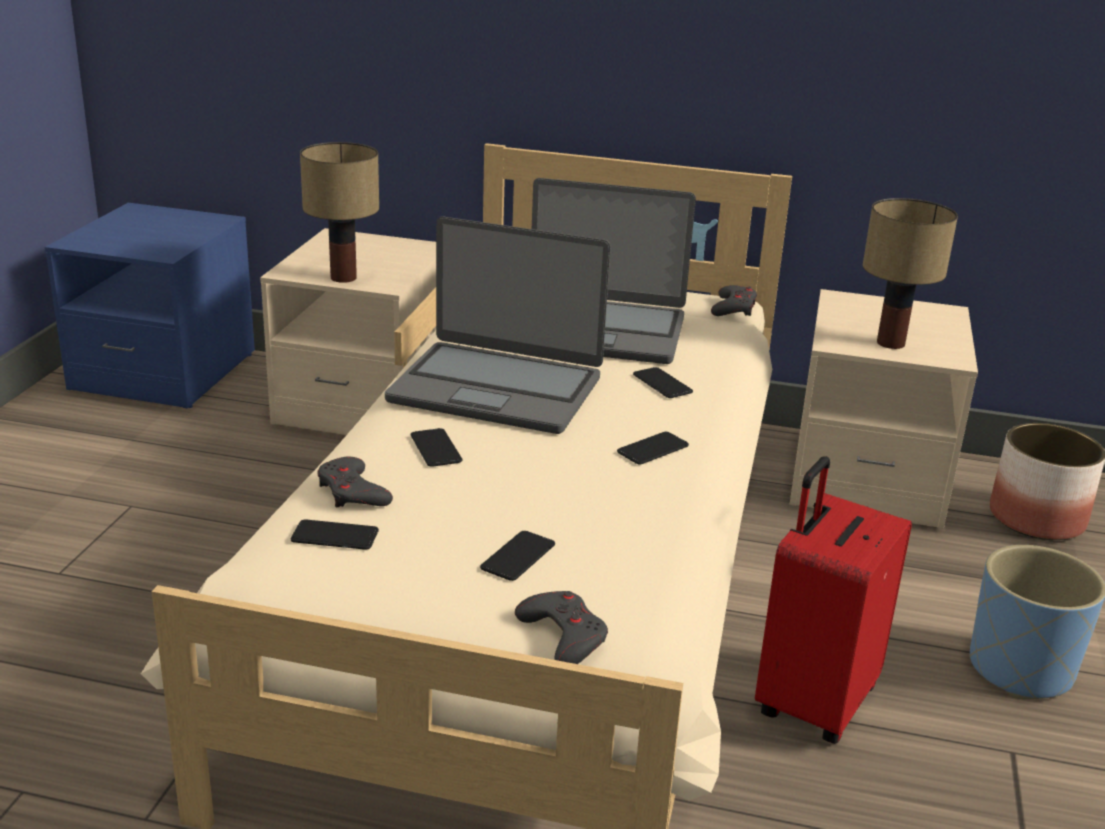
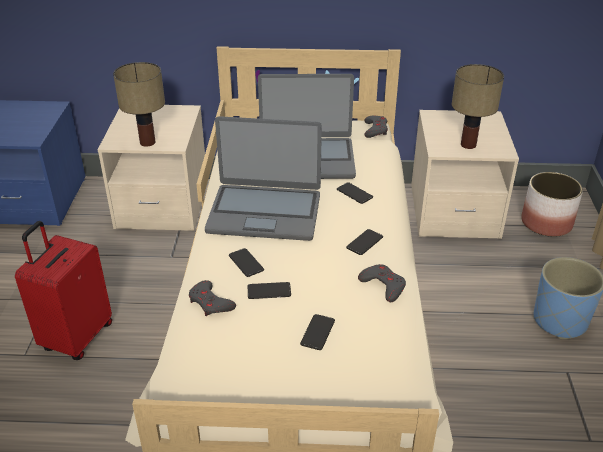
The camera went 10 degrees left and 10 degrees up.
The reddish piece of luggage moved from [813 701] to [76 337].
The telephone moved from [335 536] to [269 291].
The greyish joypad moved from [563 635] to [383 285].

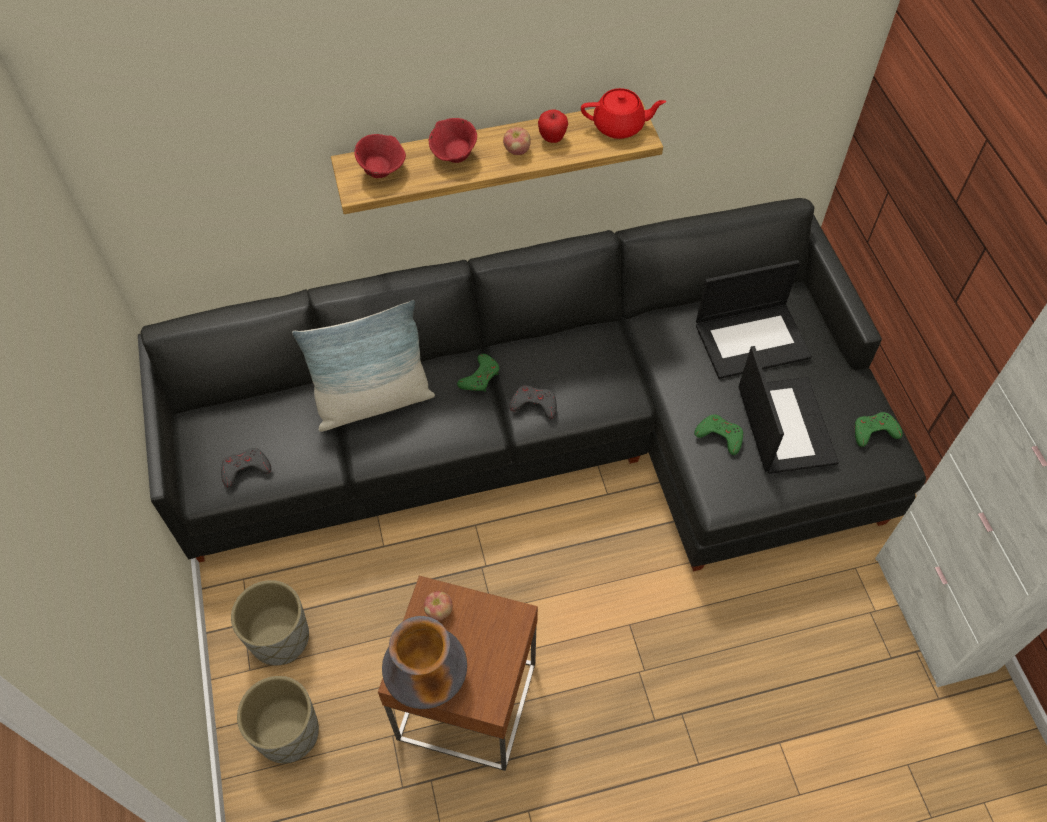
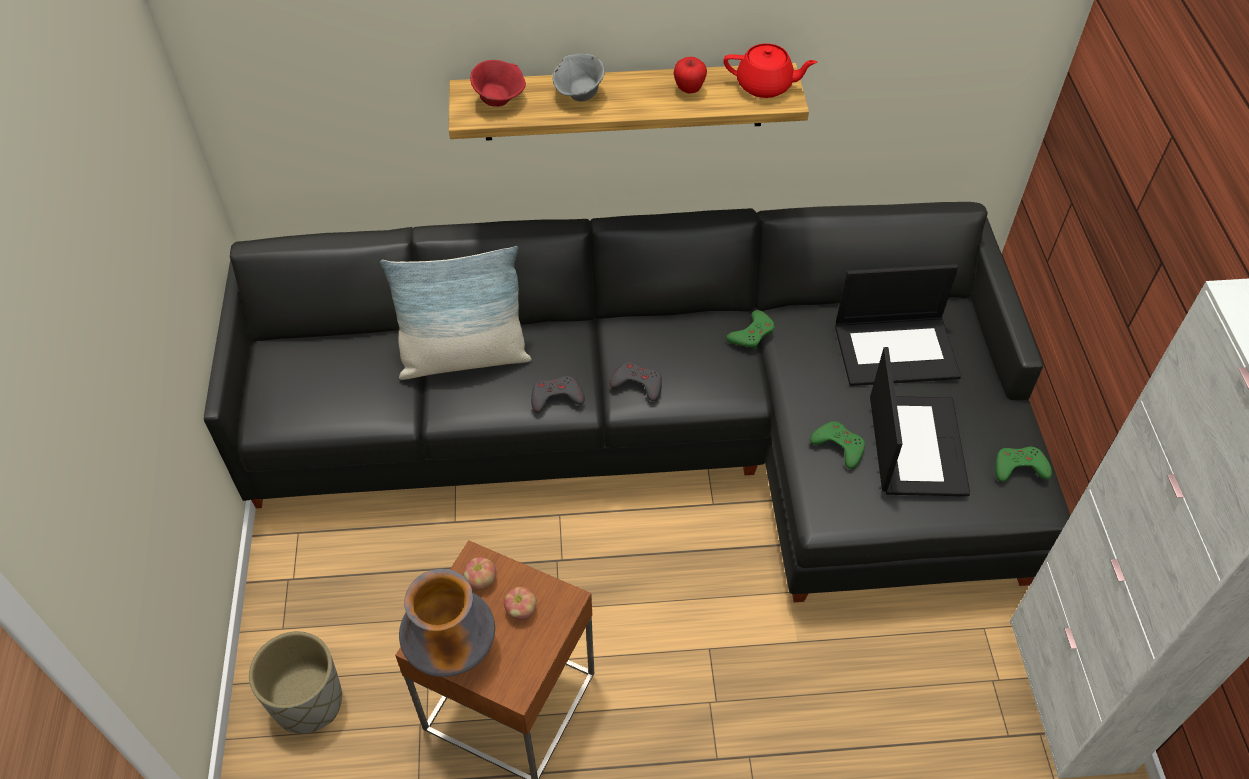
The camera went 10 degrees right and 5 degrees down.
The reddish deep dish at [454 156] became the greyish deep dish at [580 95].
The apple moved from [517 151] to [521 610].
The greenish joypad moved from [480 377] to [752 334].
The greyish joypad moved from [245 469] to [556 397].
The greyish flower pot at [279 637] disappeared.

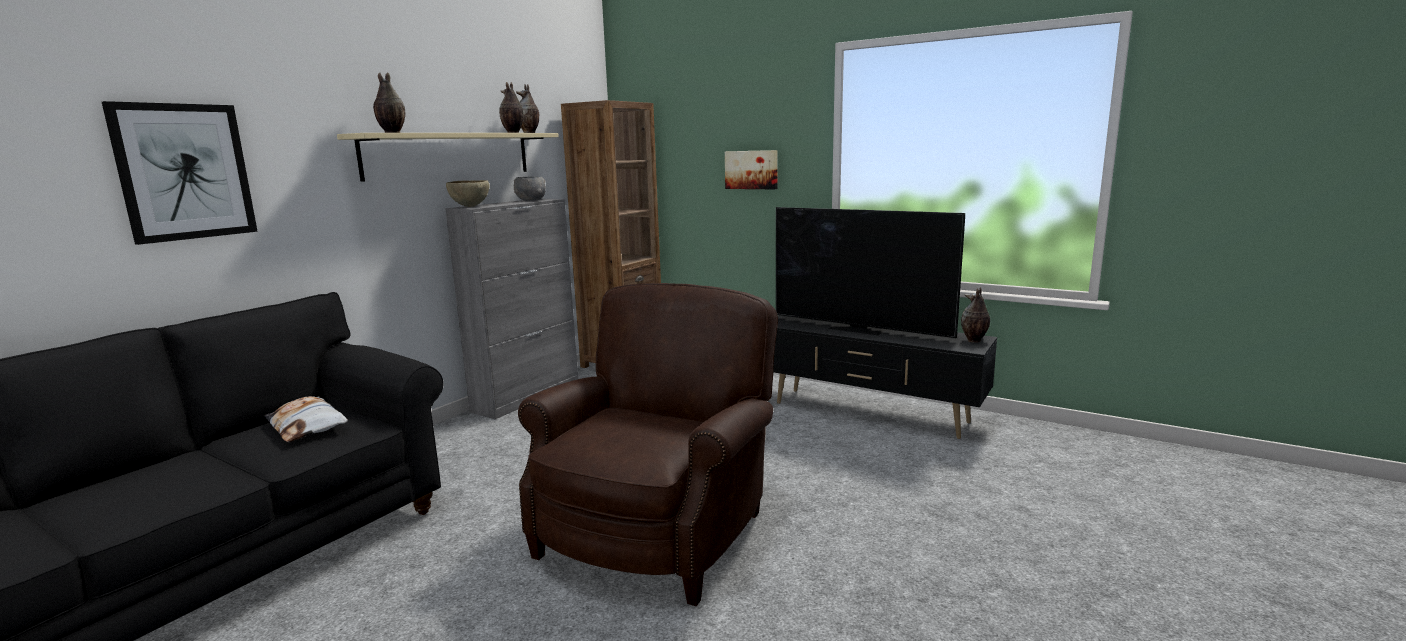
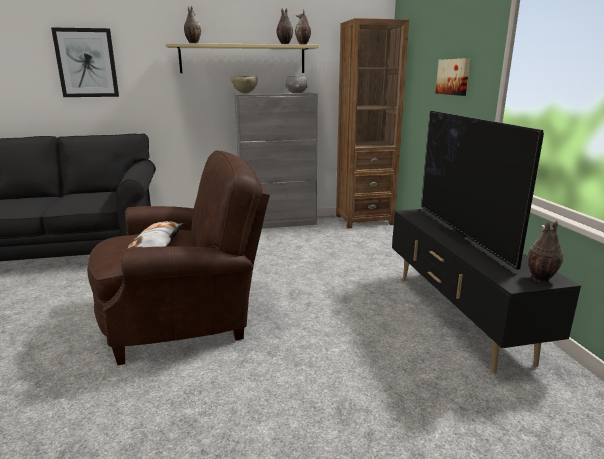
The camera went 45 degrees right and 5 degrees up.
The pillow moved from [307 426] to [158 242].

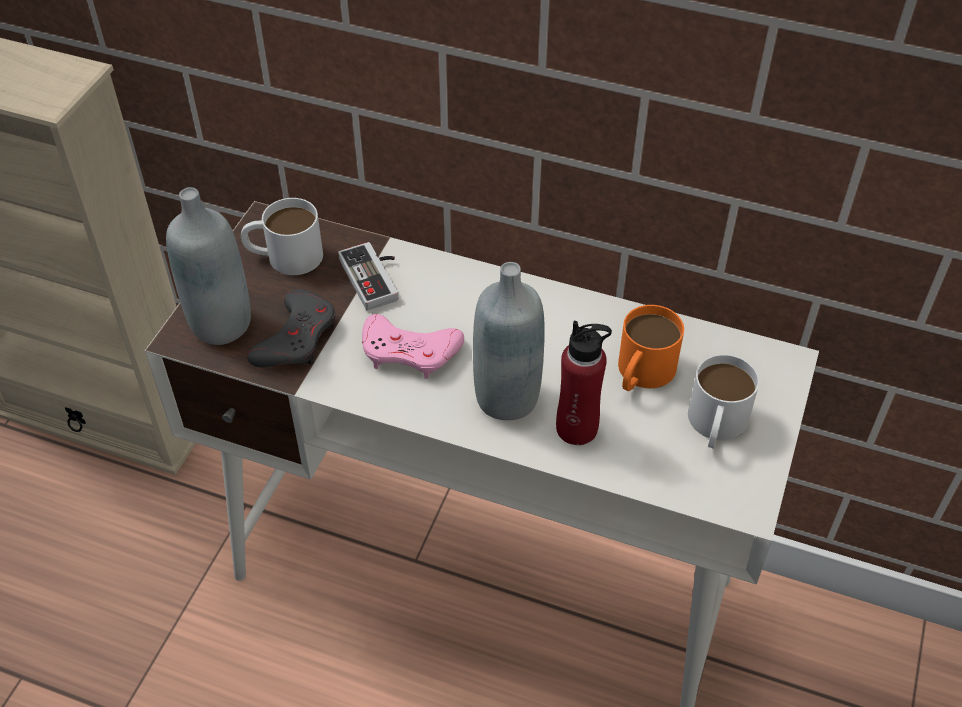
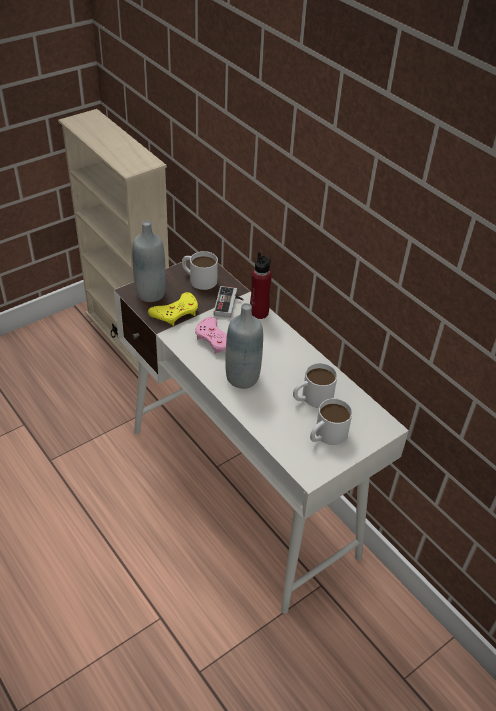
The camera went 30 degrees right and 5 degrees down.
The greyish joypad at [296 338] became the yellow-coloured joypad at [176 312].
The orange mug at [641 374] became the whitish mug at [312 397].
The reddish drink bottle moved from [577 428] to [259 312].

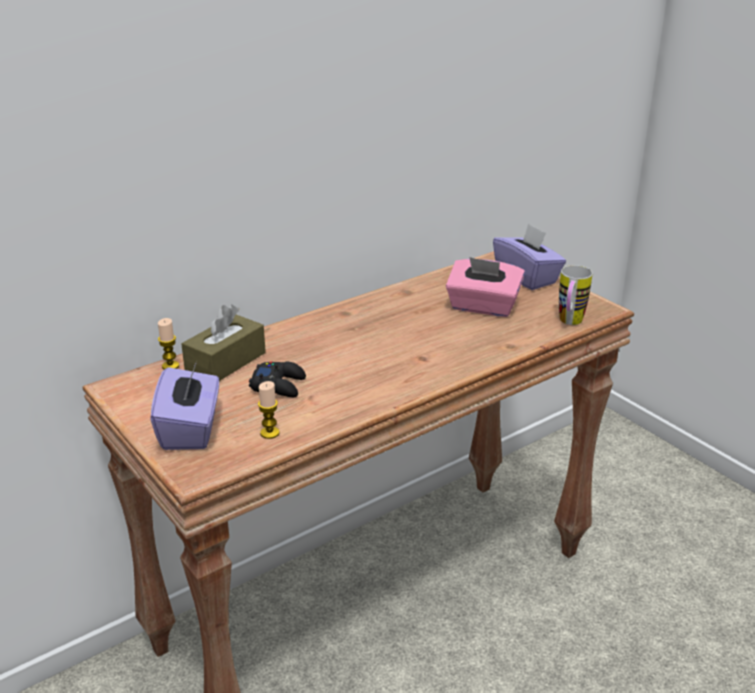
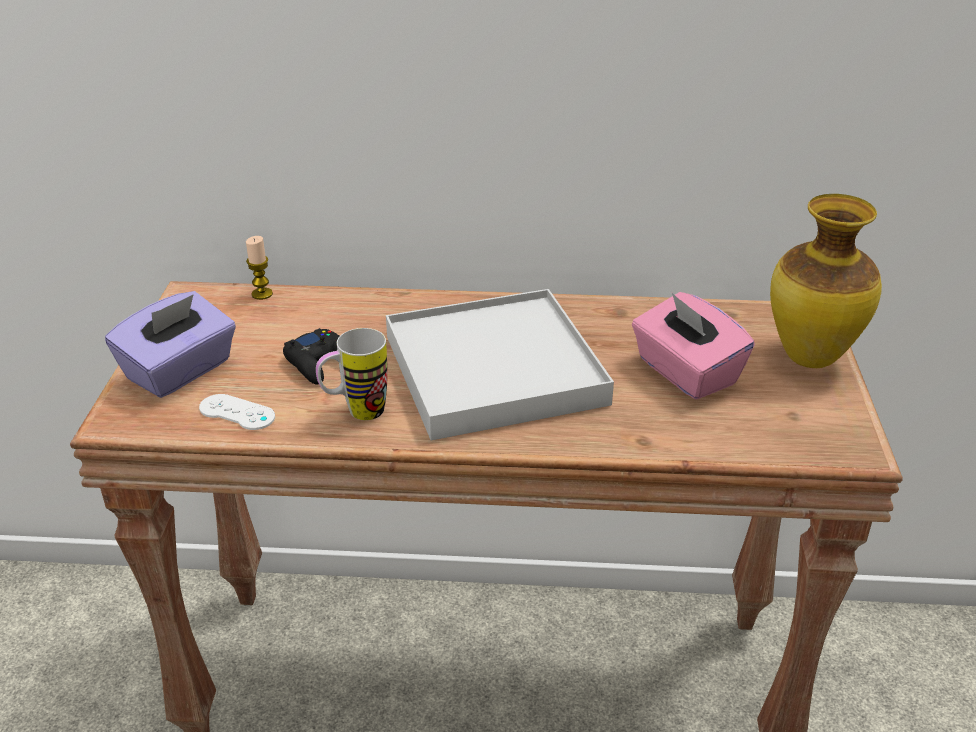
The camera went 40 degrees right and 5 degrees up.
The purple-coloured tissue box at [527 277] was replaced by the decorative vase at [808 357].
The mug moved from [569 323] to [355 413].
The brown tissue box at [226 362] disappeared.
The candle at [270 433] was replaced by the whitish joypad at [237 412].
The whitish carrying tray at [494 370] appeared.

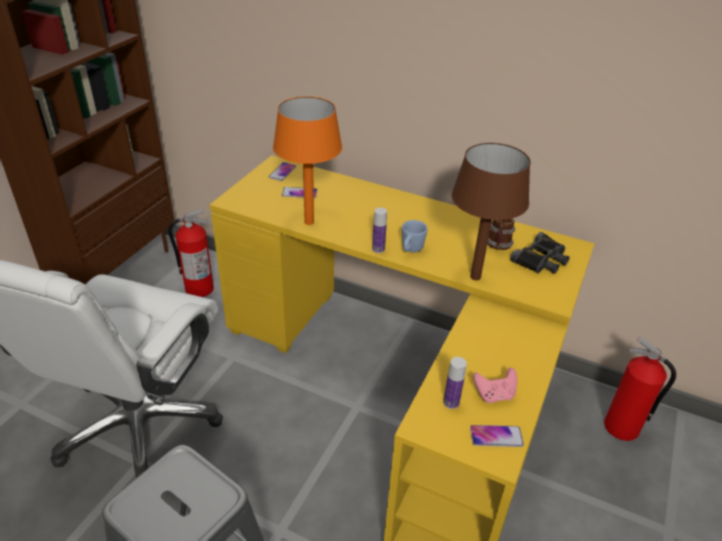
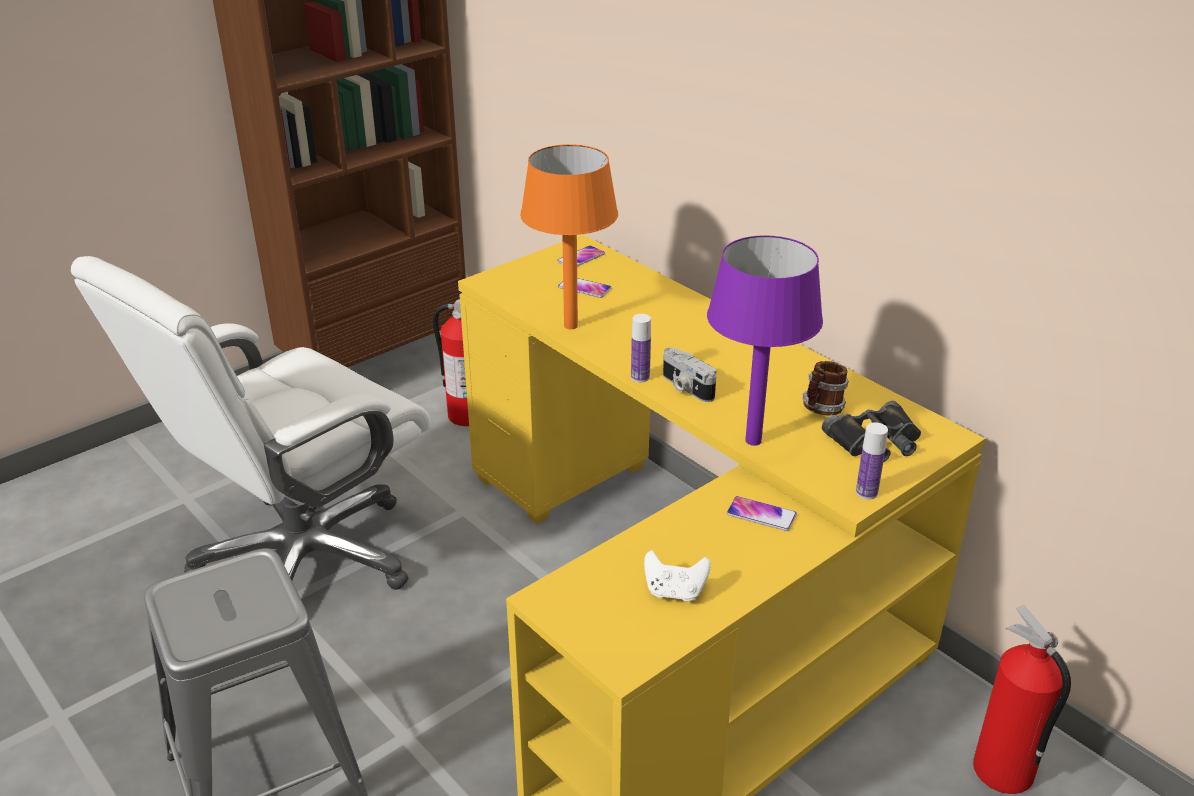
The camera went 25 degrees right and 5 degrees down.
The brown tabletop lamp at [475 276] became the purple-coloured tabletop lamp at [753 440].
The blue-coloured mug at [410 250] was replaced by the photo camera at [685 387].
The drink bottle moved from [451 402] to [866 492].
The pink-coloured joypad at [494 395] became the whitish joypad at [674 592].
The telephone moved from [496 436] to [761 514].

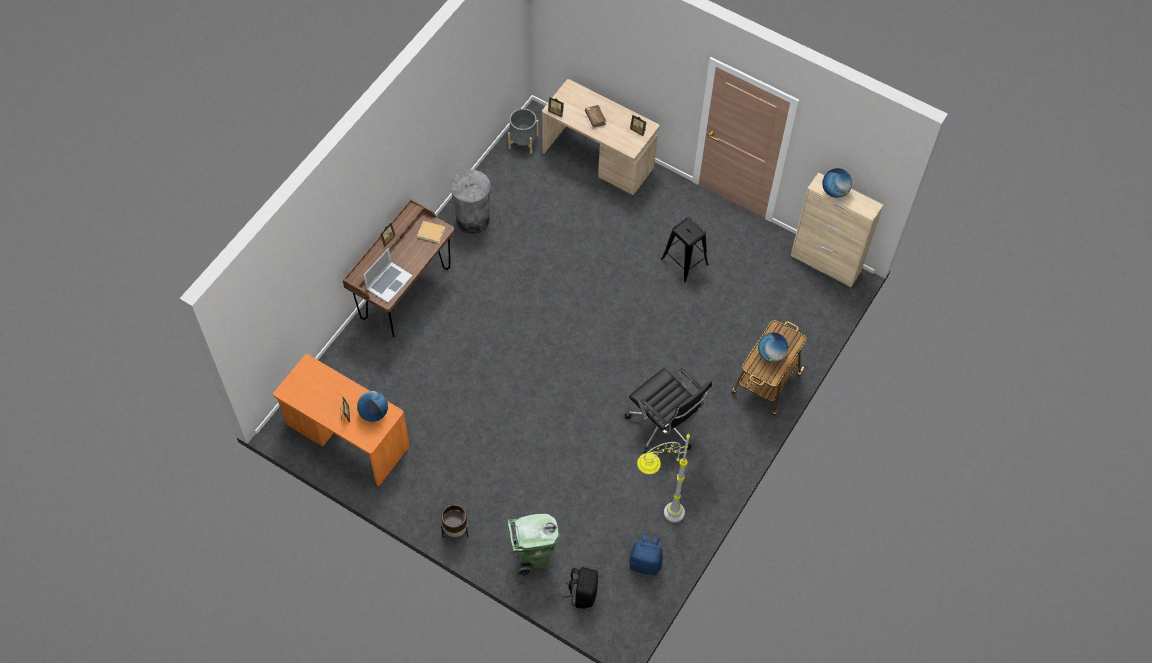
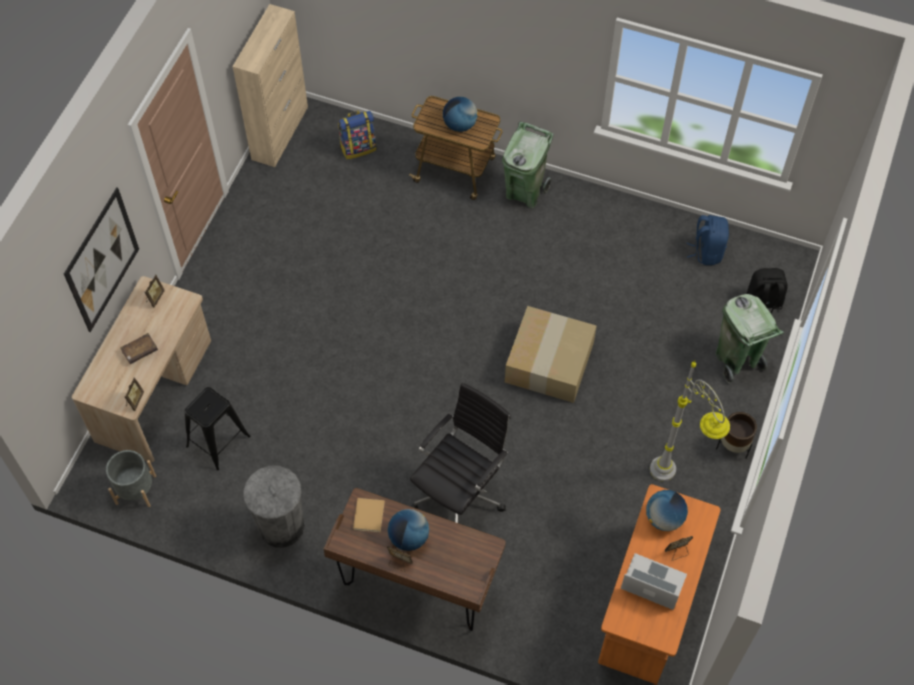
The camera went 100 degrees left and 0 degrees up.
The globe moved from [834 191] to [409 537].
The black-coloured sitting stool moved from [684 262] to [218 441].
The portable computer moved from [389 282] to [653 582].
The black-coloured desk chair moved from [664 426] to [460 493].
The greyish standard lamp moved from [657 518] to [675 487].
The knapsack at [358 147] appeared.
The greenish trash can at [524 192] appeared.
The picture at [102 260] appeared.
The carton at [548 361] appeared.

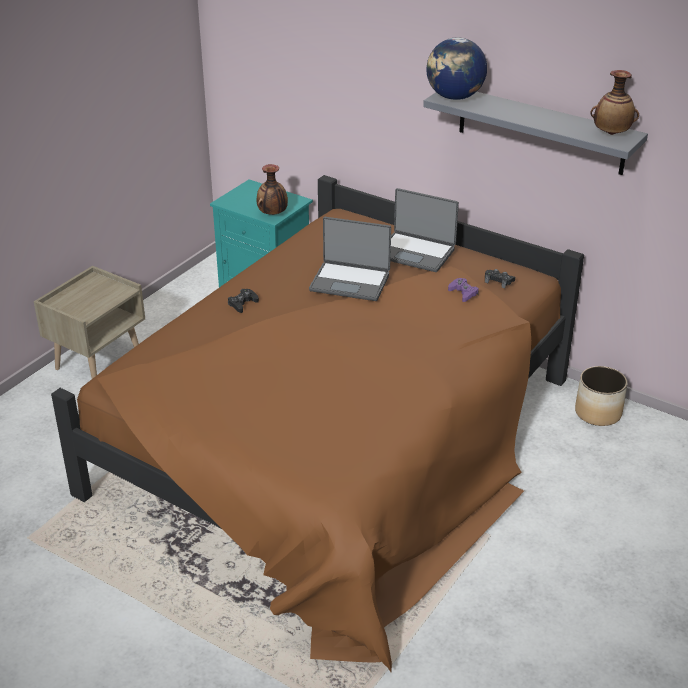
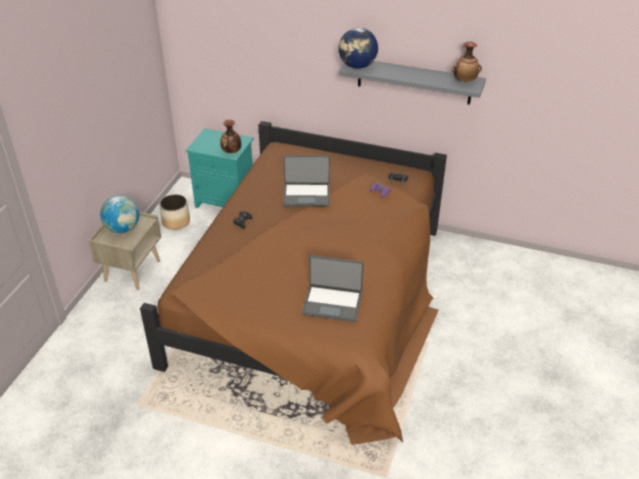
The camera went 15 degrees left and 5 degrees up.
The portable computer moved from [416 252] to [332 303].
The flower pot moved from [598 413] to [176 222].
The globe at [123 229] appeared.

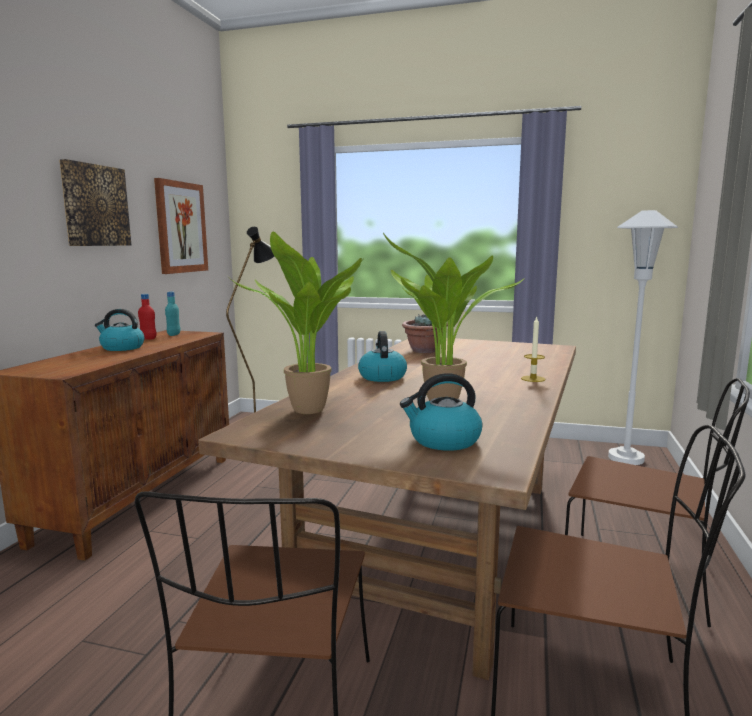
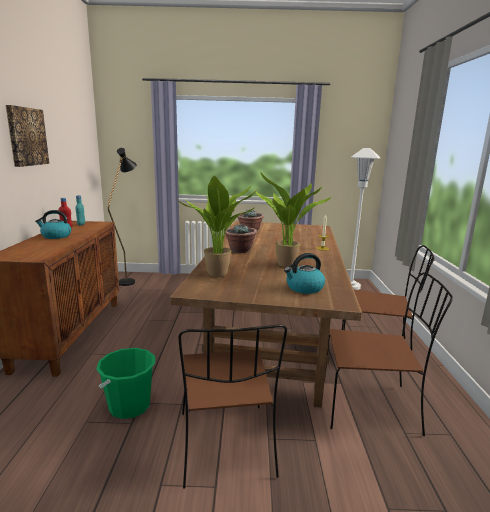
The camera went 15 degrees left and 5 degrees up.
The picture at [181 227] disappeared.
The water kettle at [382 377] was replaced by the plant in a pot at [240 250].
The greenish pail at [129 406] appeared.

